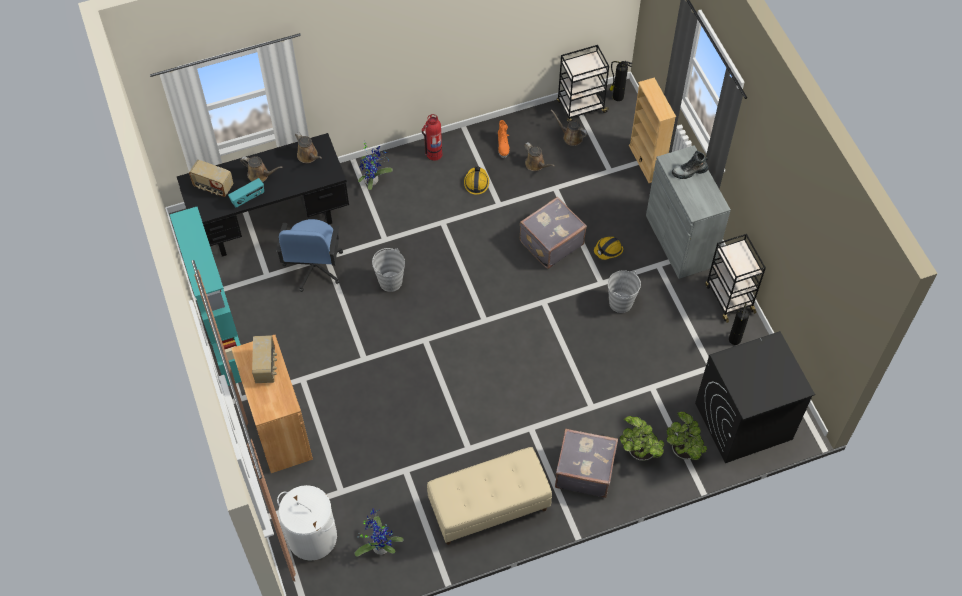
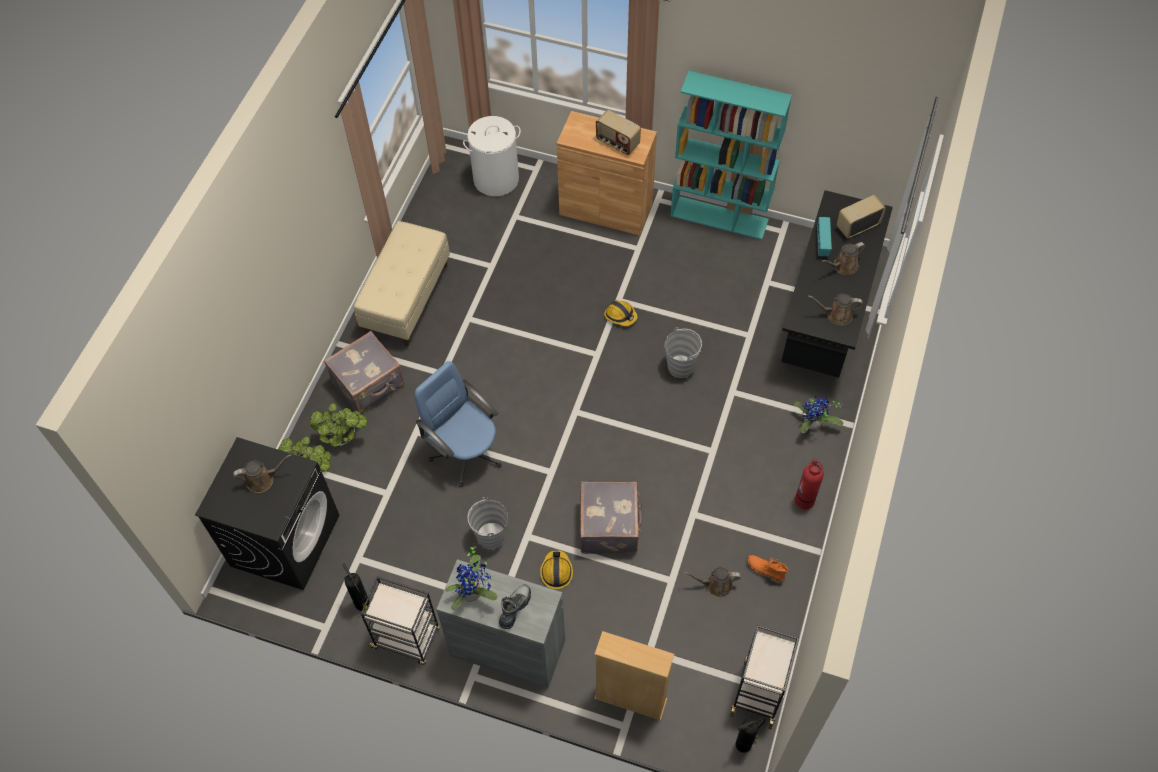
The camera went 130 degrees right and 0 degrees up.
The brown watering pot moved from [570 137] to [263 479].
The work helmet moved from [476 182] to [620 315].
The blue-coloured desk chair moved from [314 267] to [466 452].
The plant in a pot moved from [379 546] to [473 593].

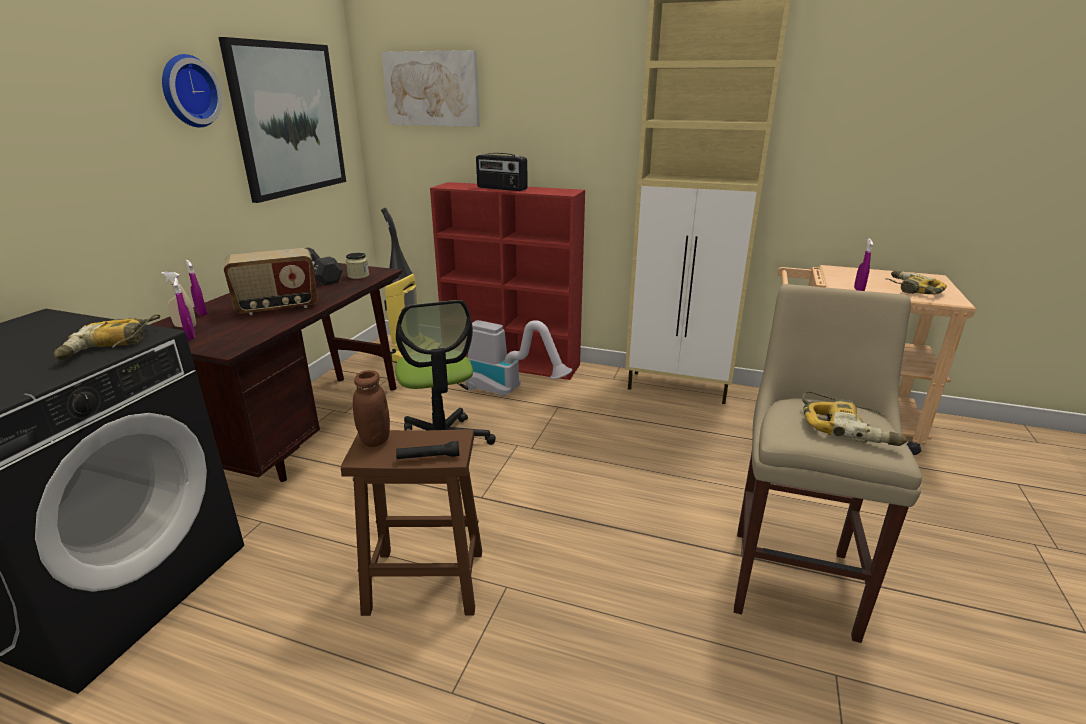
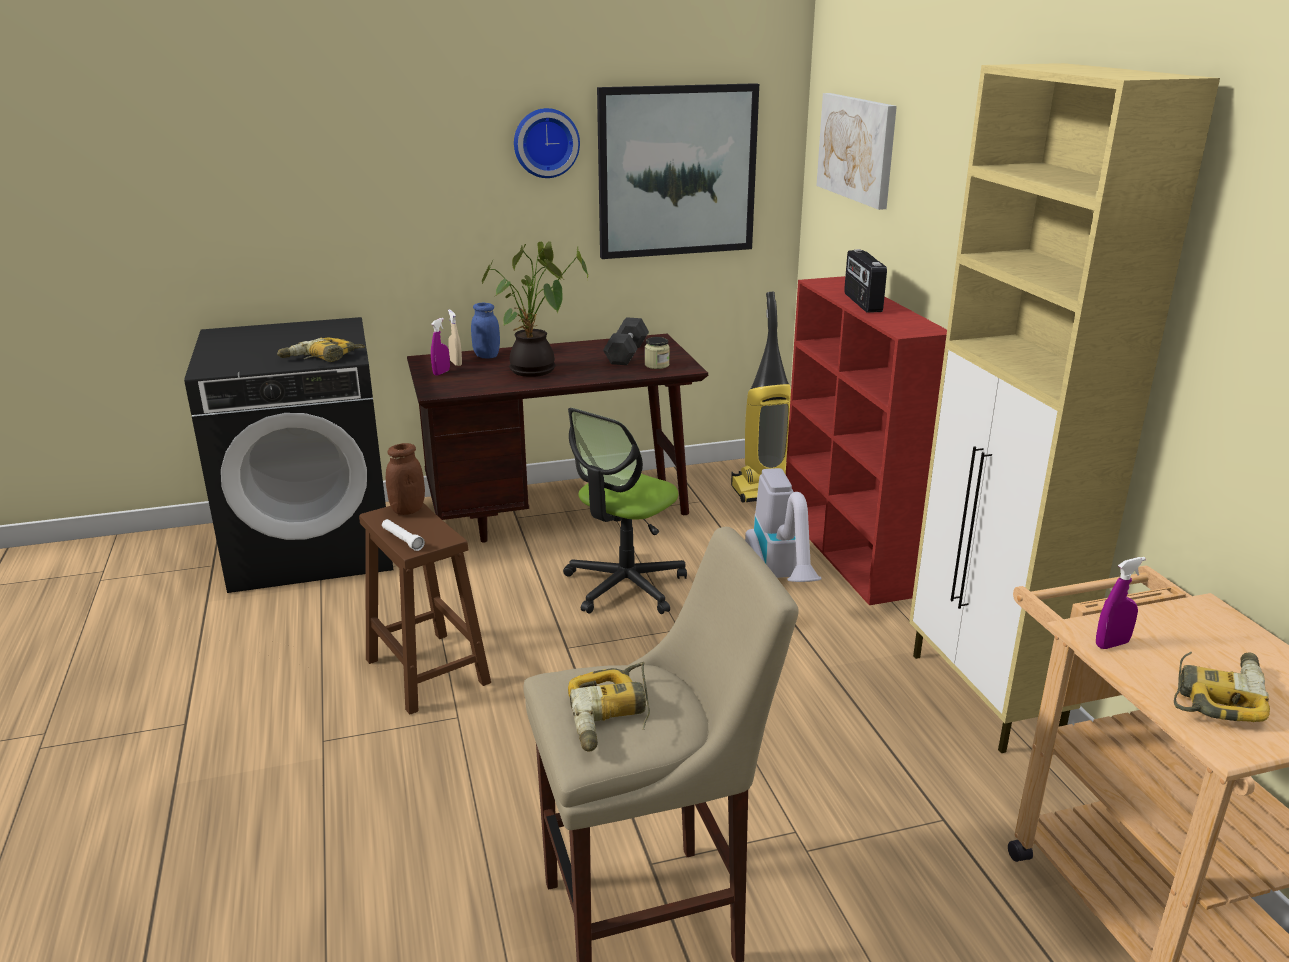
The camera went 55 degrees right and 0 degrees up.
The radio receiver at [278 307] was replaced by the plant in a pot at [535 371].
The purple-coloured spray bottle at [201 313] was replaced by the blue-coloured storage jar at [486 356].
The black-coloured torch at [428 457] became the whitish torch at [402 540].

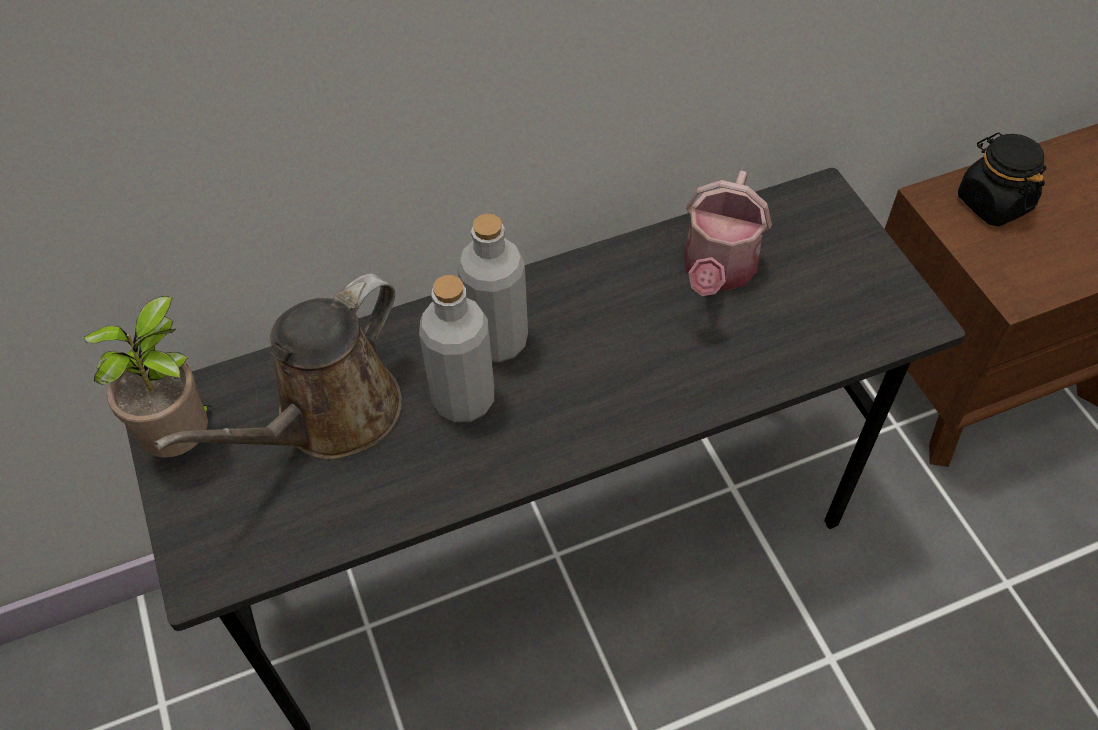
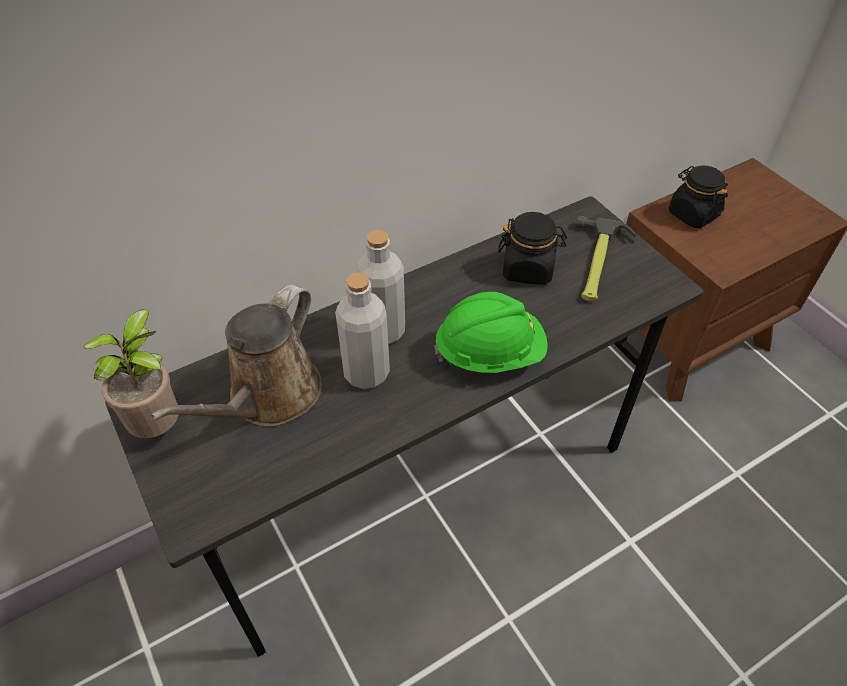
The camera went 10 degrees left and 5 degrees down.
The watering pot at [717 271] was replaced by the black-coloured storage jar at [528 269].
The hammer at [597 264] appeared.
The greenish work helmet at [490 353] appeared.

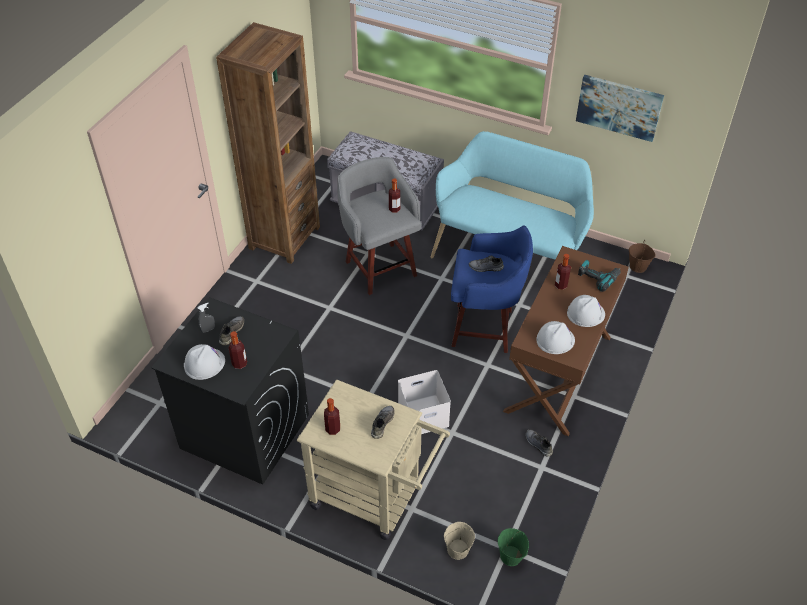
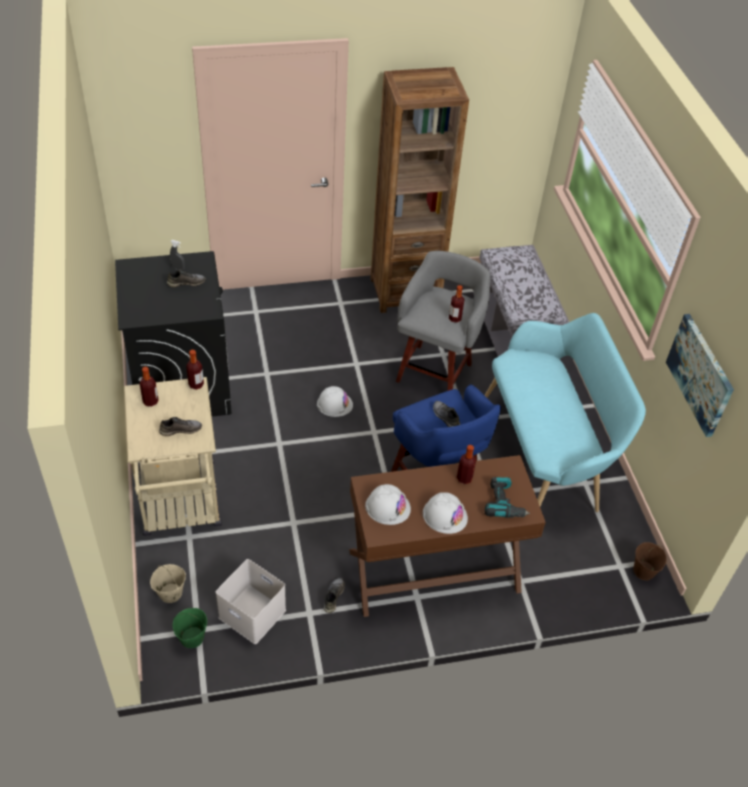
The camera went 50 degrees right and 0 degrees up.
The drink bottle moved from [239 363] to [196 384].
The whitish work helmet moved from [204 363] to [334 404].
The whitish storage container moved from [422 416] to [250 614].

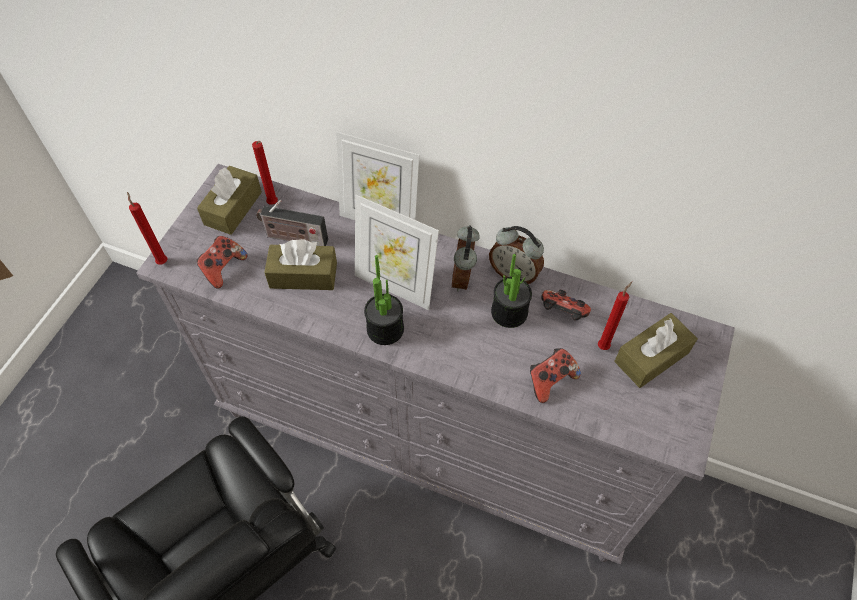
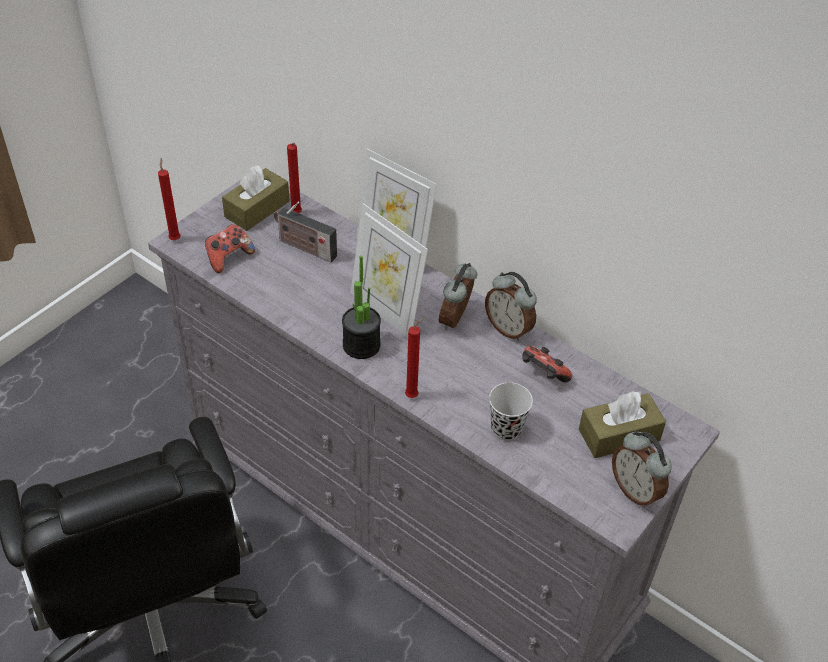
The camera went 15 degrees right and 10 degrees down.
The brown tissue box at [303 275] disappeared.
The plant in a pot at [509 312] disappeared.
The reddish candle moved from [604 345] to [413 395].
The joypad at [550 380] was replaced by the black-coloured small cup at [506 429].
The table clock at [635 490] appeared.

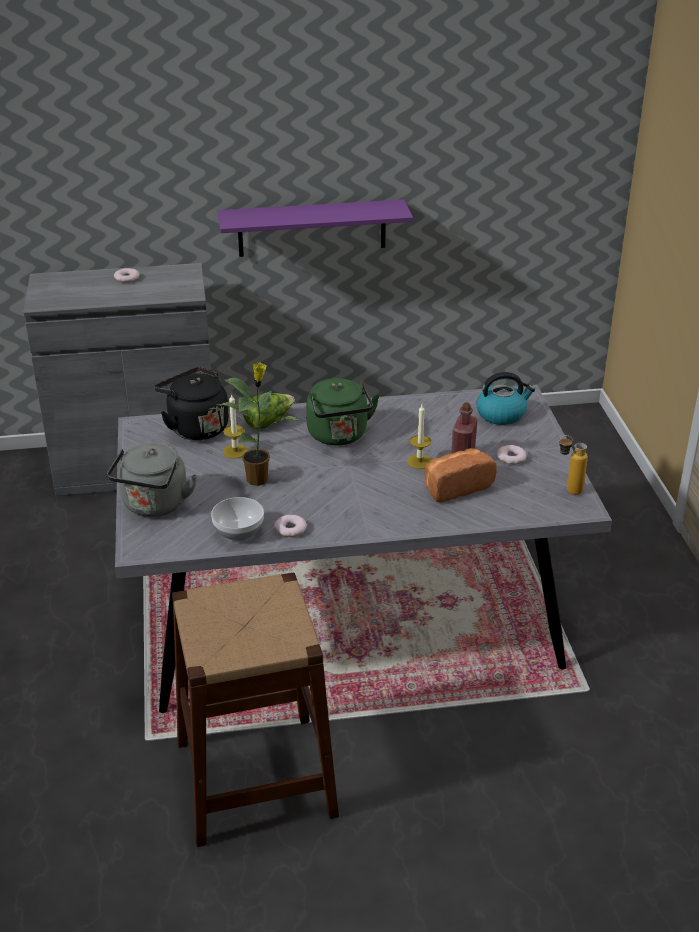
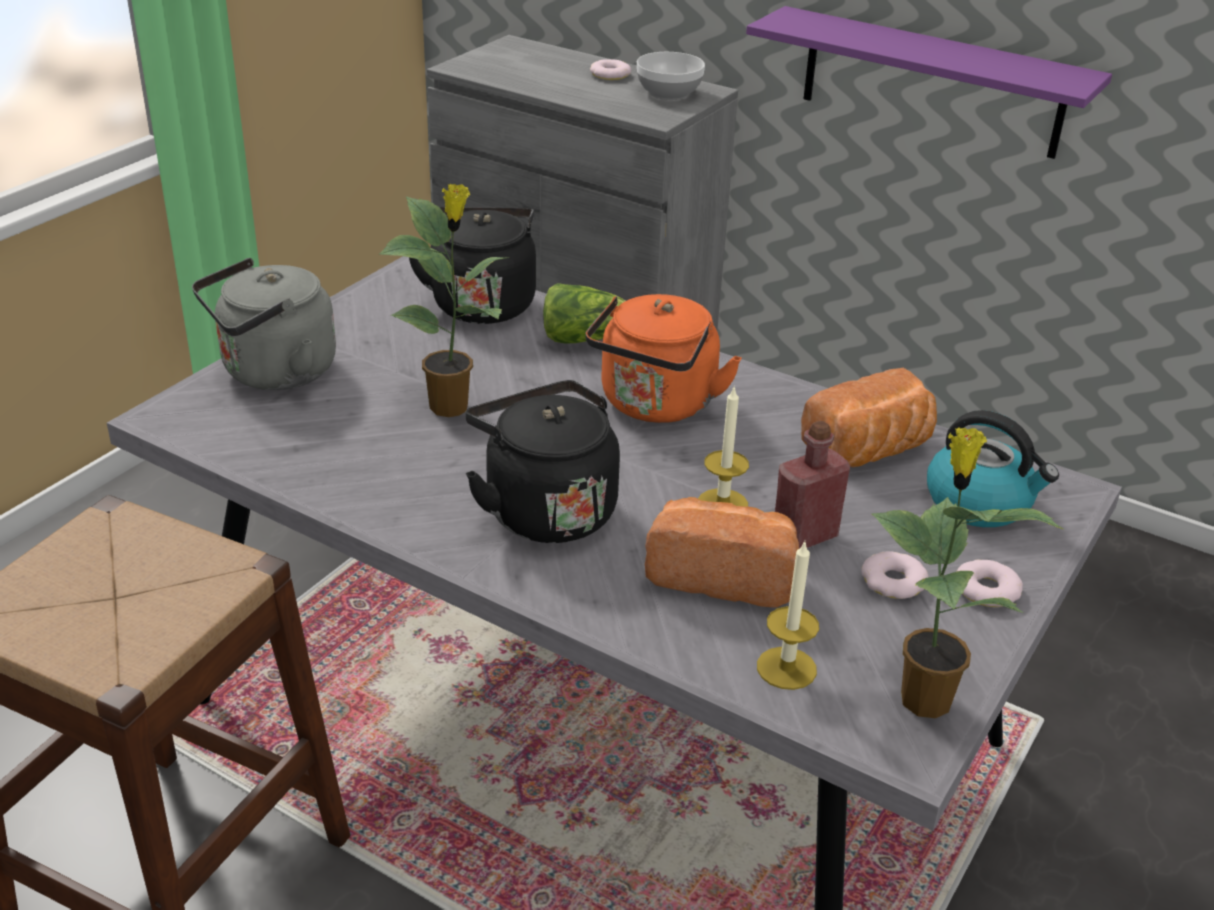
The camera went 40 degrees right and 0 degrees up.
The greenish water kettle at [339 436] became the orange water kettle at [655 405].
The candle moved from [235 451] to [786 668].
The drink bottle at [567 490] was replaced by the plant in a pot at [922 697].
The deep dish moved from [238 531] to [669 93].
The donut moved from [290 529] to [986 589].
The bakery bread at [871 450] appeared.
The black-coloured water kettle at [545 509] appeared.

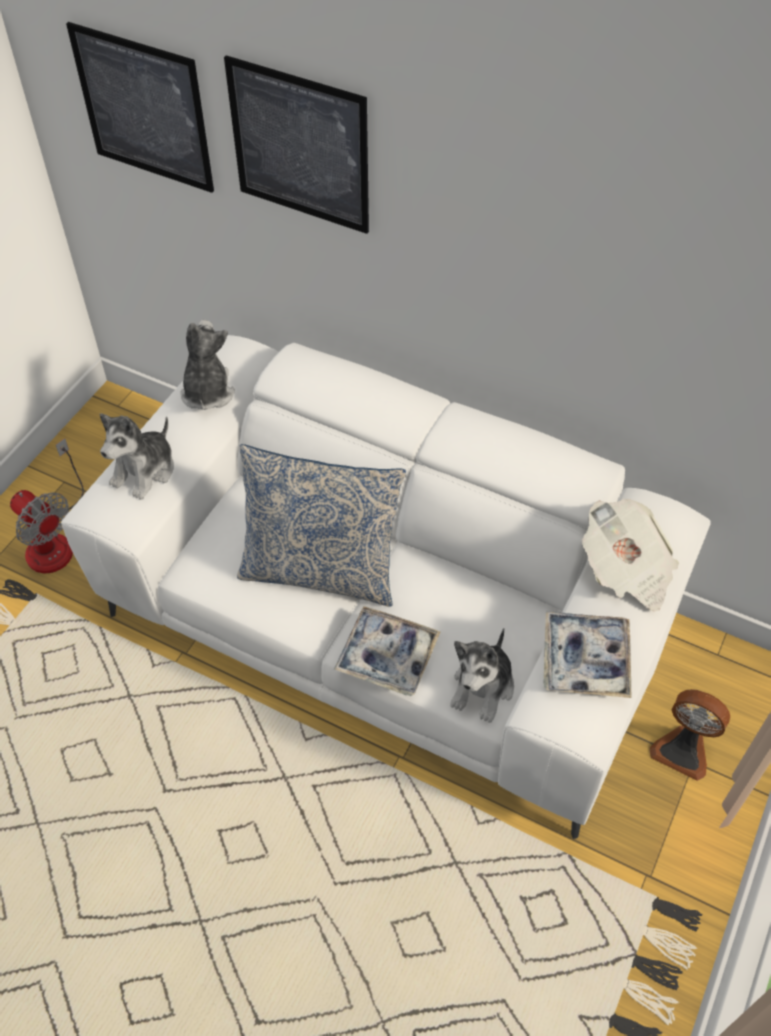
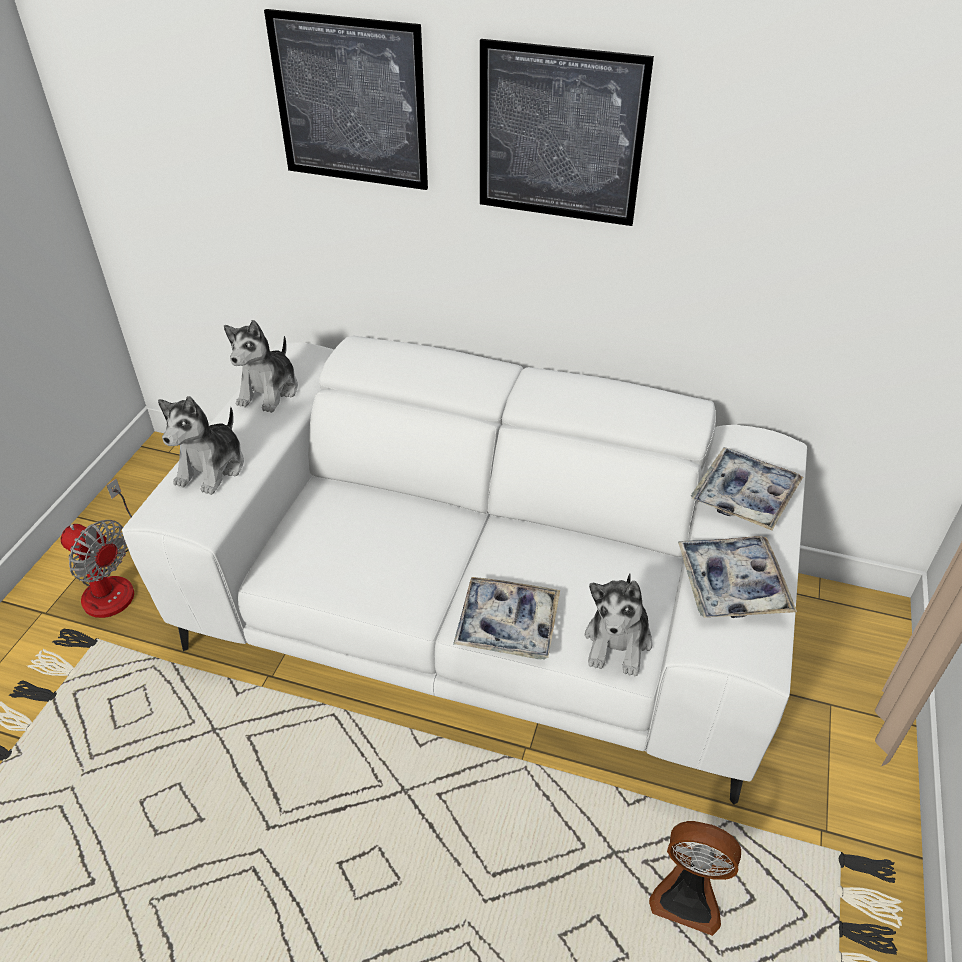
The camera went 10 degrees left and 10 degrees down.
The picture moved from [143 109] to [560 135].
The plush toy at [207 392] turned 150 degrees counterclockwise.
The pillow at [321 570] disappeared.
The printed paper at [626 570] was replaced by the carrying tray at [744 496].
The fan moved from [682 750] to [687 896].

